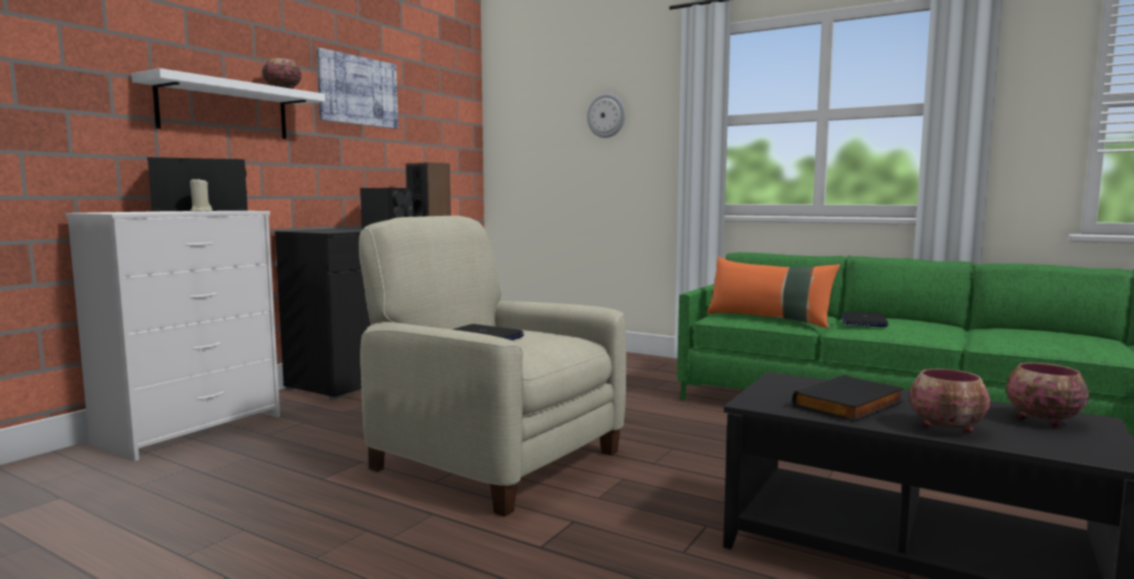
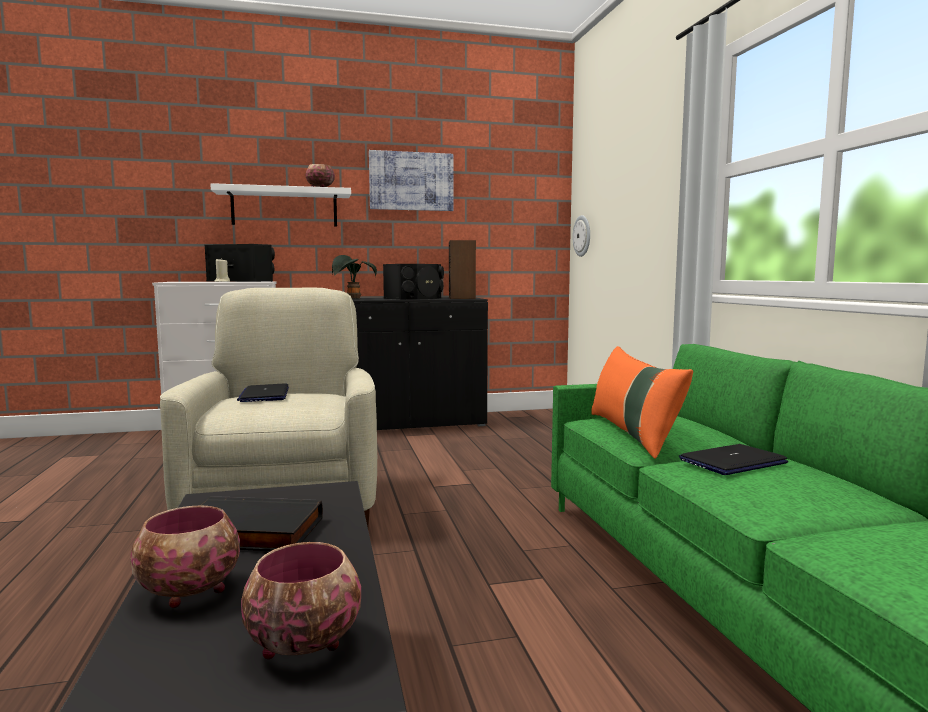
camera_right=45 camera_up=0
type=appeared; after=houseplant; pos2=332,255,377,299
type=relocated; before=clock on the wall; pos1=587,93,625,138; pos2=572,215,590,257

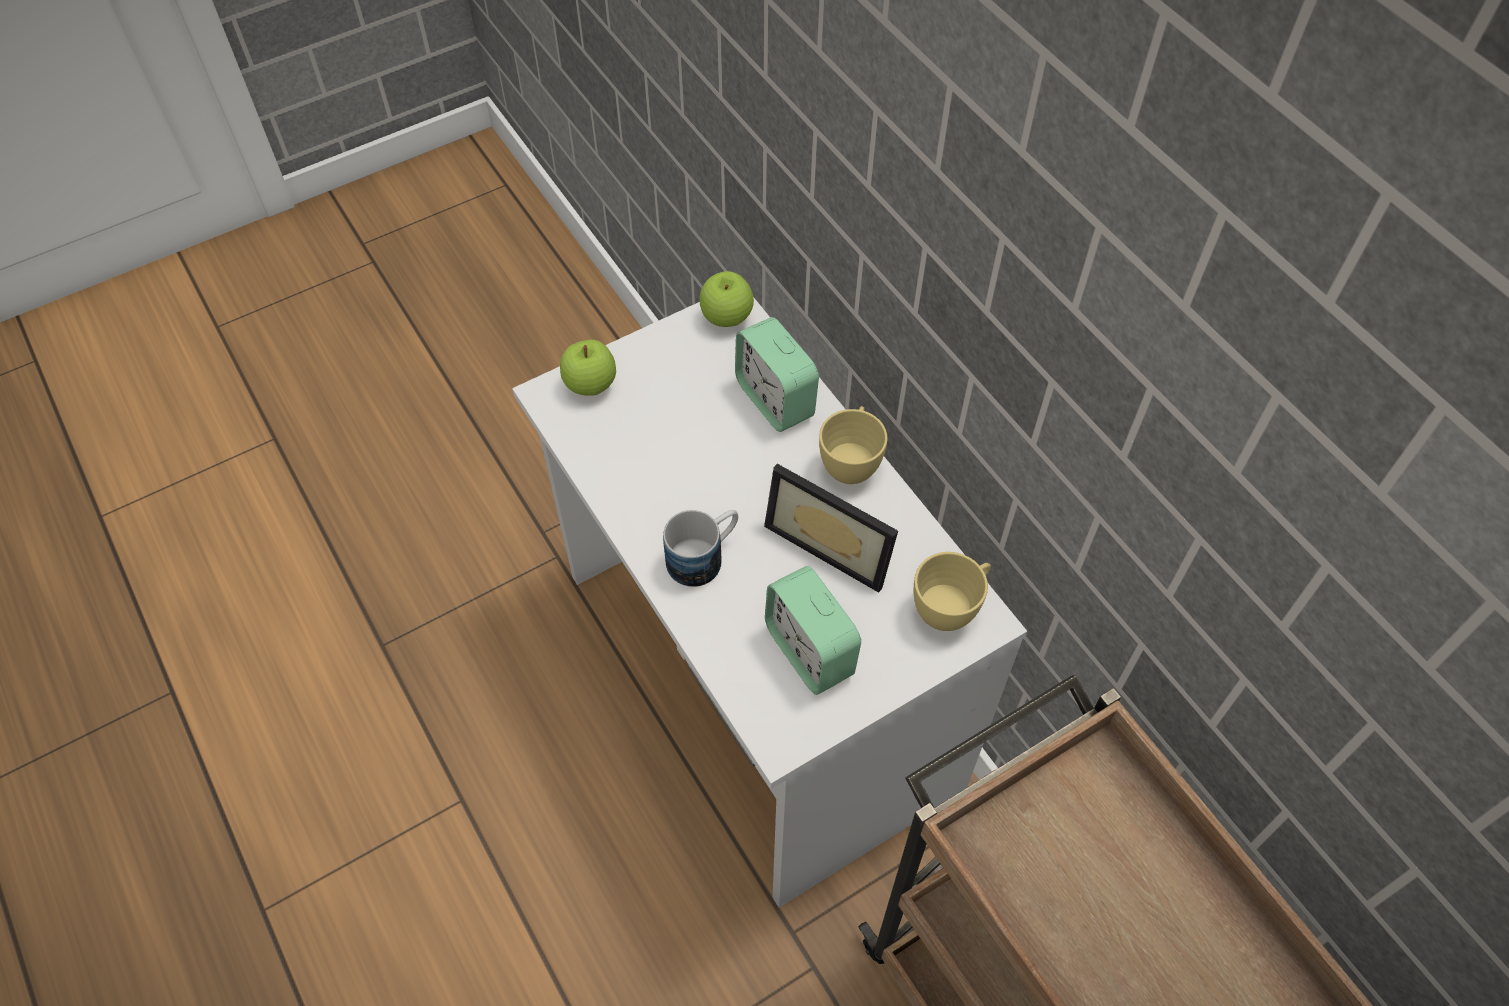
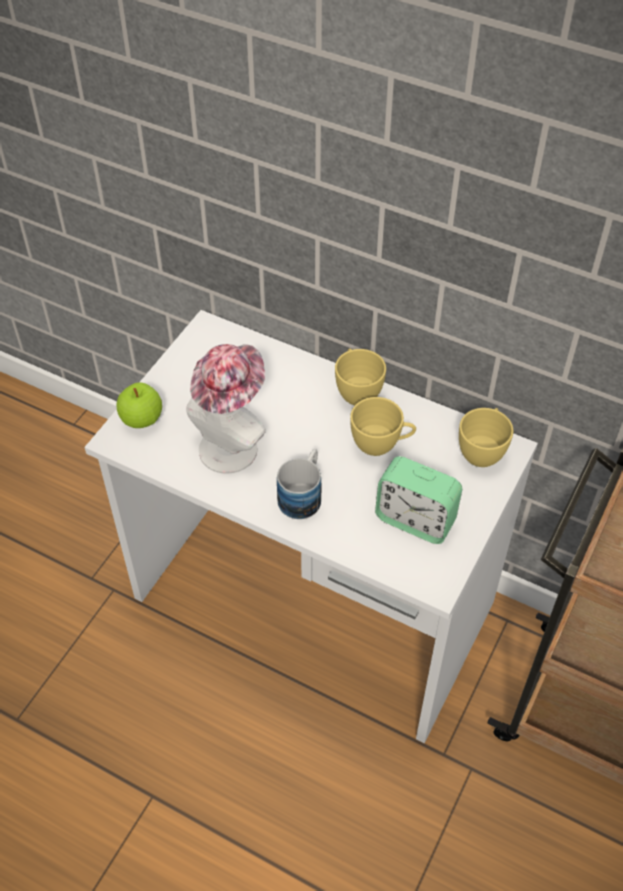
camera_right=-30 camera_up=-5
type=appeared; after=clothing hat; pos2=186,344,266,474
type=exchanged; before=picture frame; after=yellow-coloured small cup; pos1=764,464,898,592; pos2=350,397,416,456
type=missing; before=apple; pos1=699,271,754,327
type=missing; before=table clock; pos1=735,317,819,432

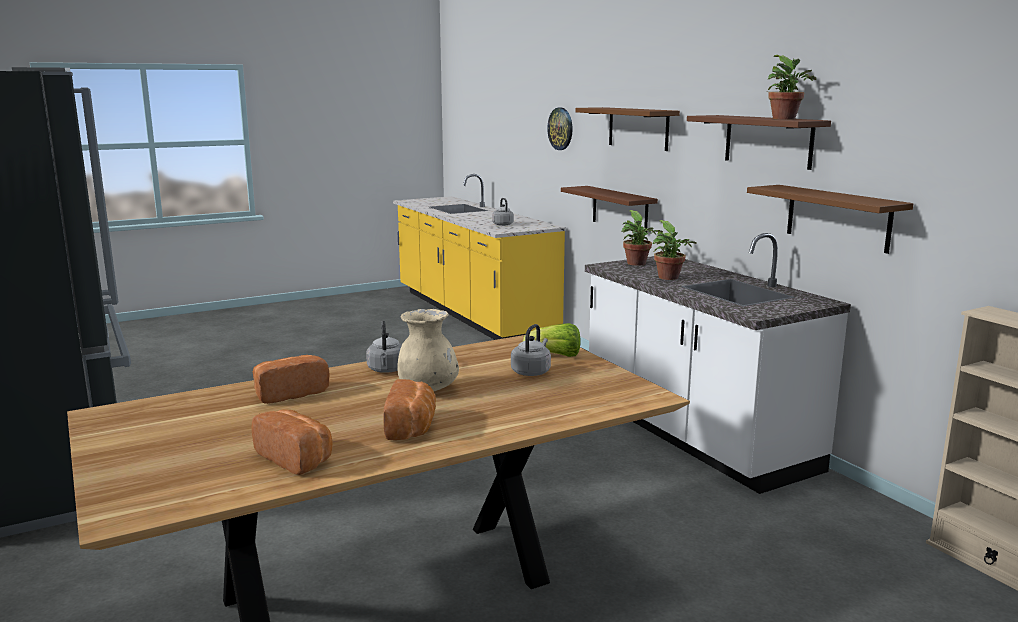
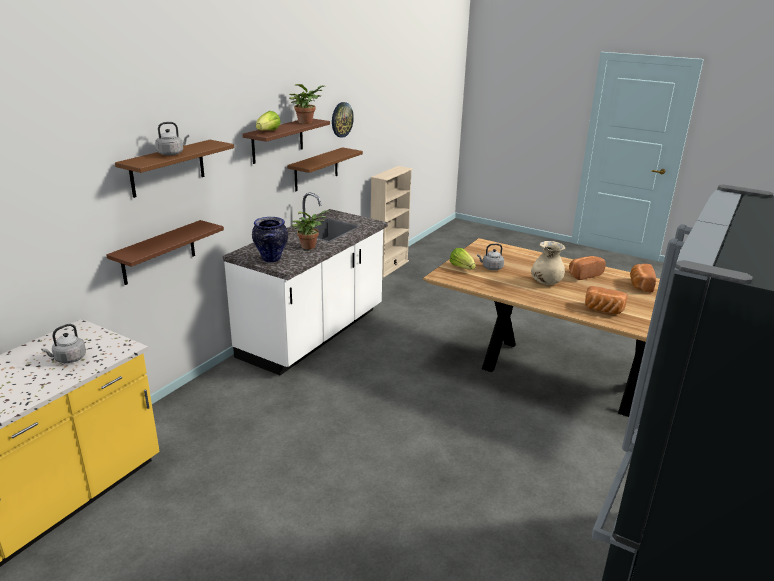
camera_right=-120 camera_up=10
type=relocated; before=grey tea kettle; pos1=366,321,402,373; pos2=155,122,189,156
type=exchanged; before=houseplant; after=vase; pos1=621,210,663,266; pos2=252,217,288,263
type=appeared; after=lettuce; pos2=256,111,281,131
type=relocated; before=clock on the wall; pos1=547,108,573,150; pos2=332,102,354,138

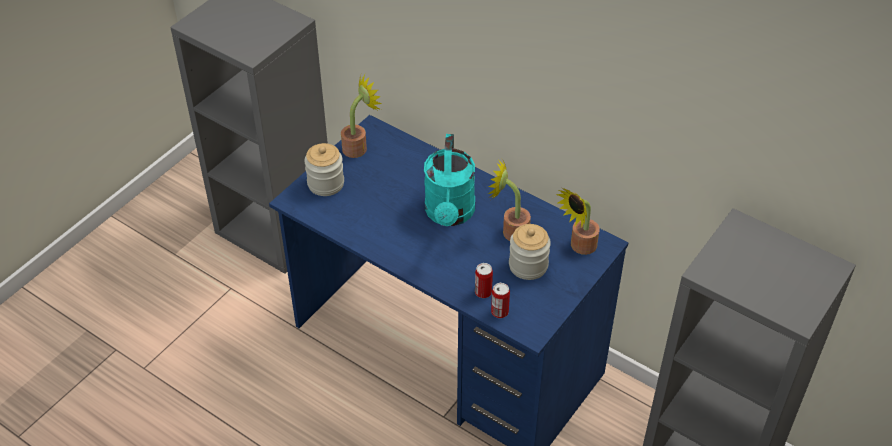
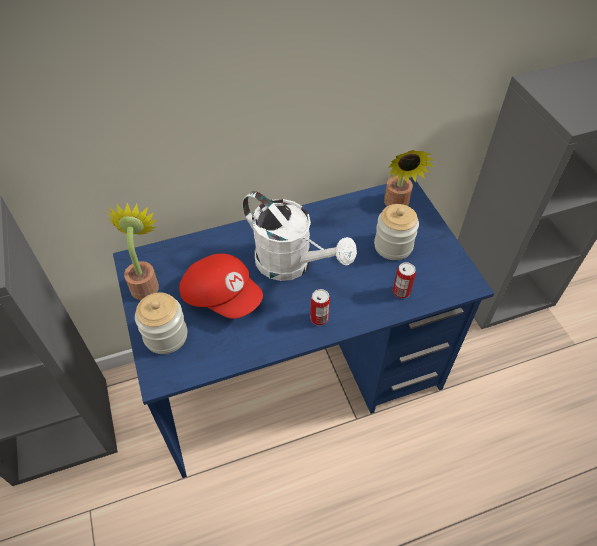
camera_right=-55 camera_up=5
type=appeared; after=reddish cap; pos2=179,253,263,319
type=colour; before=turquoise-coloured watering can; after=whitish watering can; pos1=424,134,475,226; pos2=242,191,357,281
type=relocated; before=can; pos1=491,283,510,318; pos2=310,289,330,326
type=missing; before=houseplant; pos1=488,159,531,241

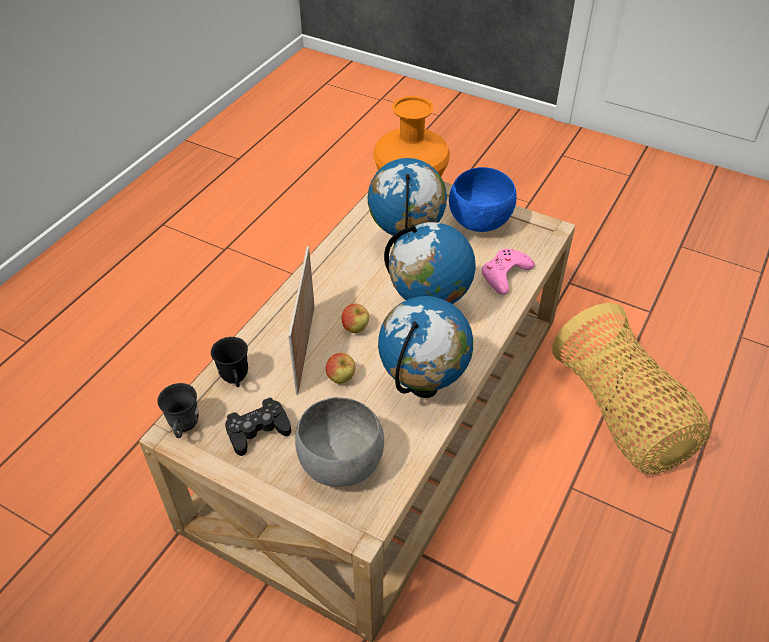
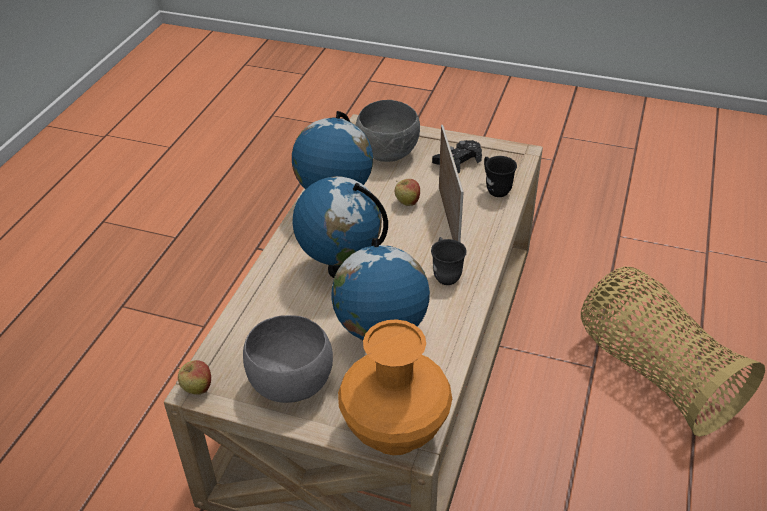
camera_right=170 camera_up=-5
type=relocated; before=apple; pos1=341,303,369,333; pos2=177,360,211,395
type=colour; before=blue-coloured serving bowl; after=grey serving bowl; pos1=449,167,517,232; pos2=243,315,333,403
type=relocated; before=grey tea mug; pos1=157,383,199,438; pos2=431,237,467,285
type=relocated; before=basket; pos1=552,303,711,474; pos2=581,267,765,437
type=missing; before=pink joypad; pos1=481,249,535,295

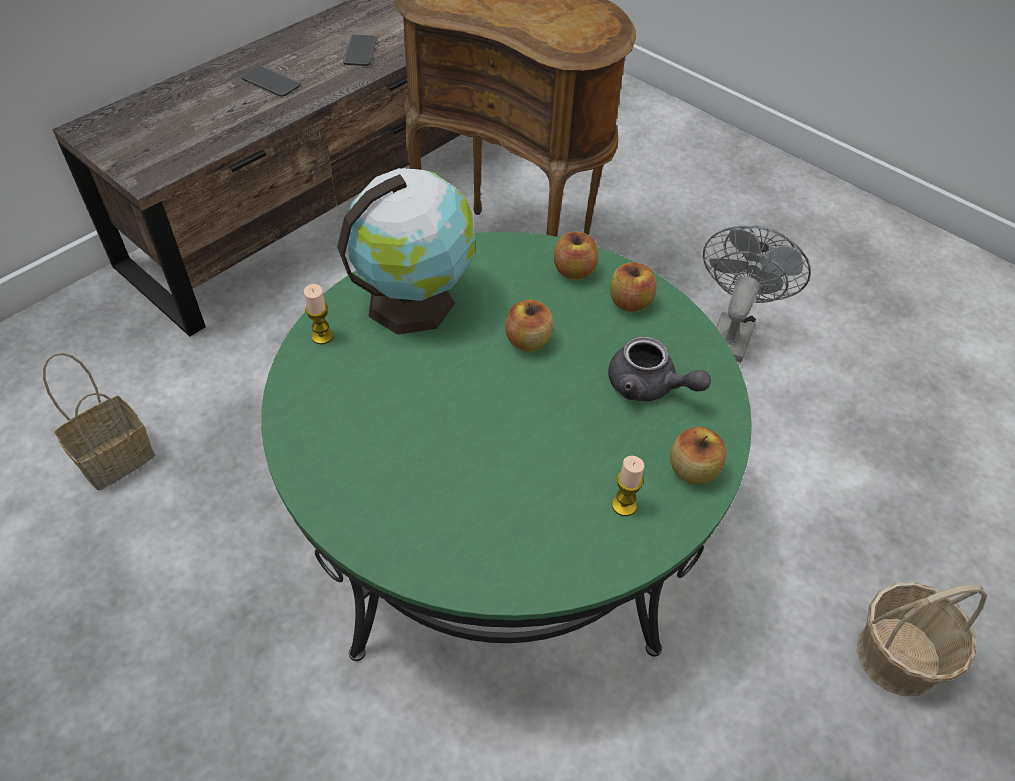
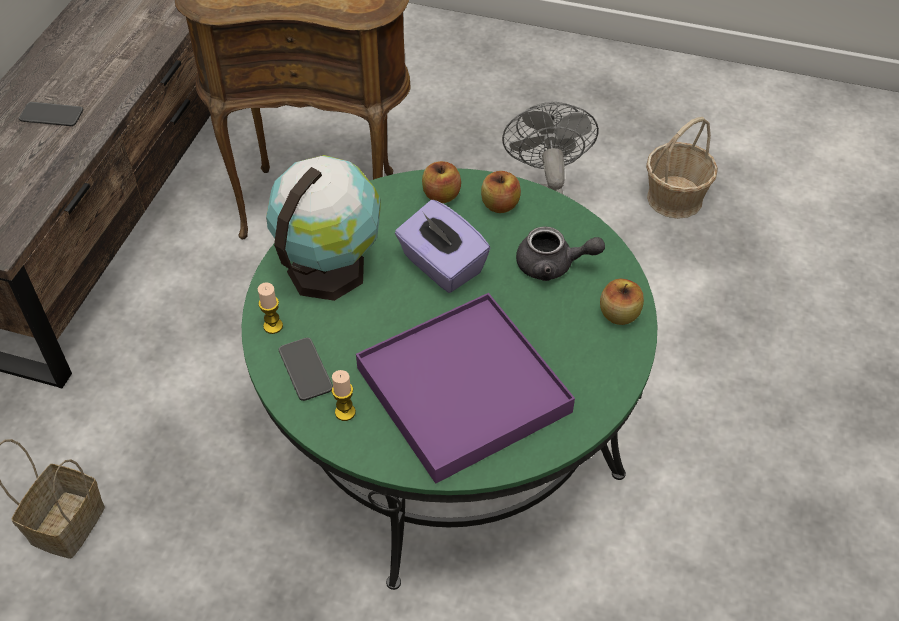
camera_right=-25 camera_up=0
type=relocated; before=handset; pos1=343,34,377,66; pos2=279,338,333,401
type=relocated; before=wax light; pos1=612,456,644,516; pos2=332,370,356,421
type=appeared; after=purplish serving tray; pos2=356,293,575,484
type=exchanged; before=apple; after=purplish tissue box; pos1=505,299,554,352; pos2=395,200,490,293
type=relocated; before=basket; pos1=857,582,987,696; pos2=646,117,718,219

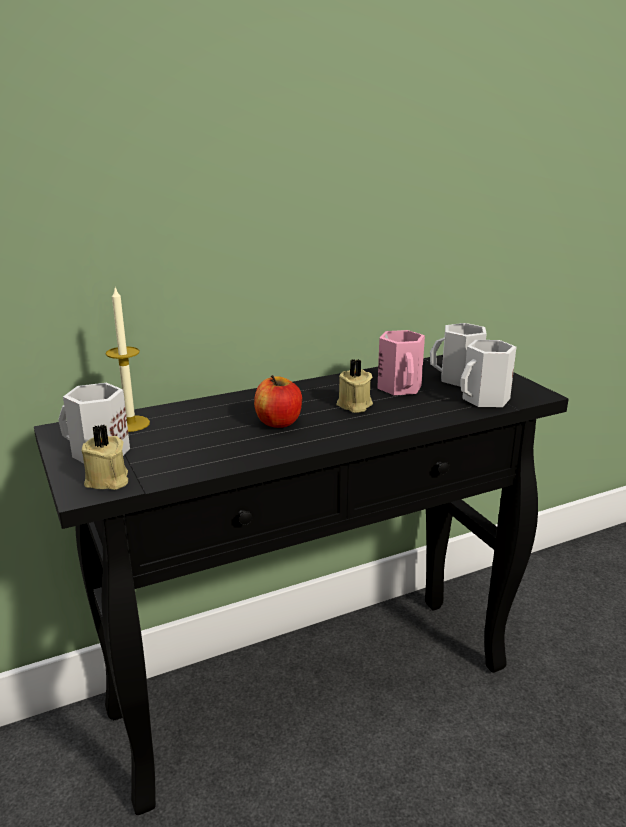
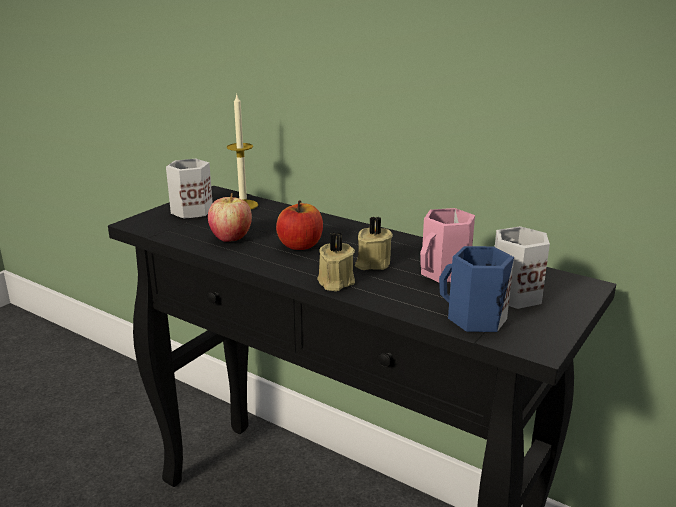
camera_right=60 camera_up=0
type=appeared; after=apple; pos2=208,193,252,242
type=relocated; before=sand-coloured wax light; pos1=82,424,128,490; pos2=317,232,355,291
type=colour; before=whitish tea mug; after=blue-coloured tea mug; pos1=461,340,516,407; pos2=439,246,514,332

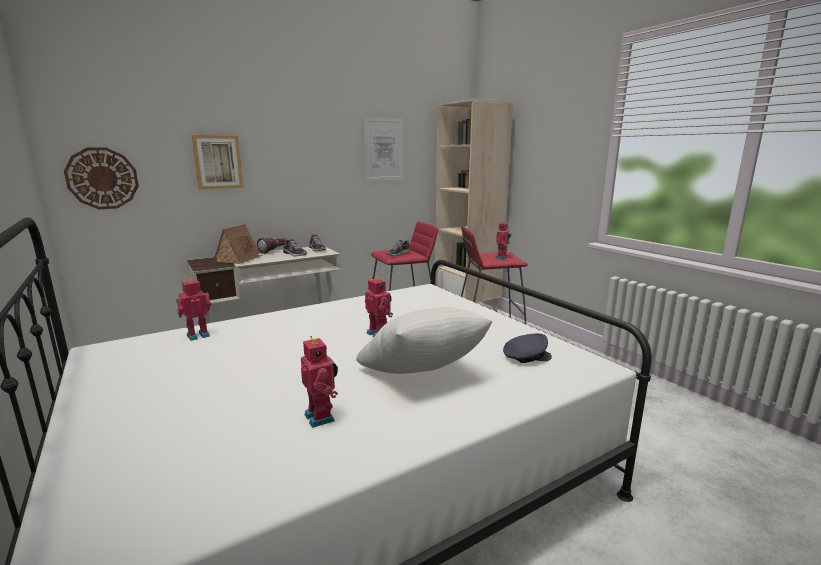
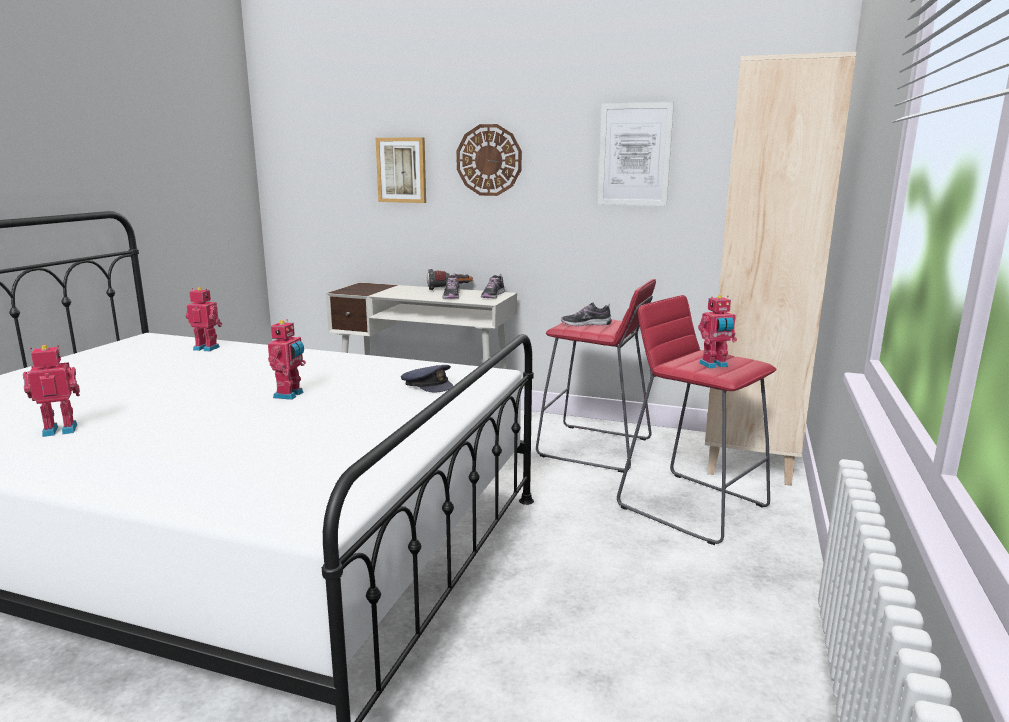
camera_right=50 camera_up=0
type=spun; before=model robot; pos1=301,336,338,428; pos2=23,345,80,437; turn=-135
type=relocated; before=grey cap; pos1=503,333,552,363; pos2=401,365,453,393
type=relocated; before=clock on the wall; pos1=64,148,139,209; pos2=456,124,522,196
type=missing; before=miniature house; pos1=214,224,262,264
type=missing; before=whitish pillow; pos1=356,307,492,374

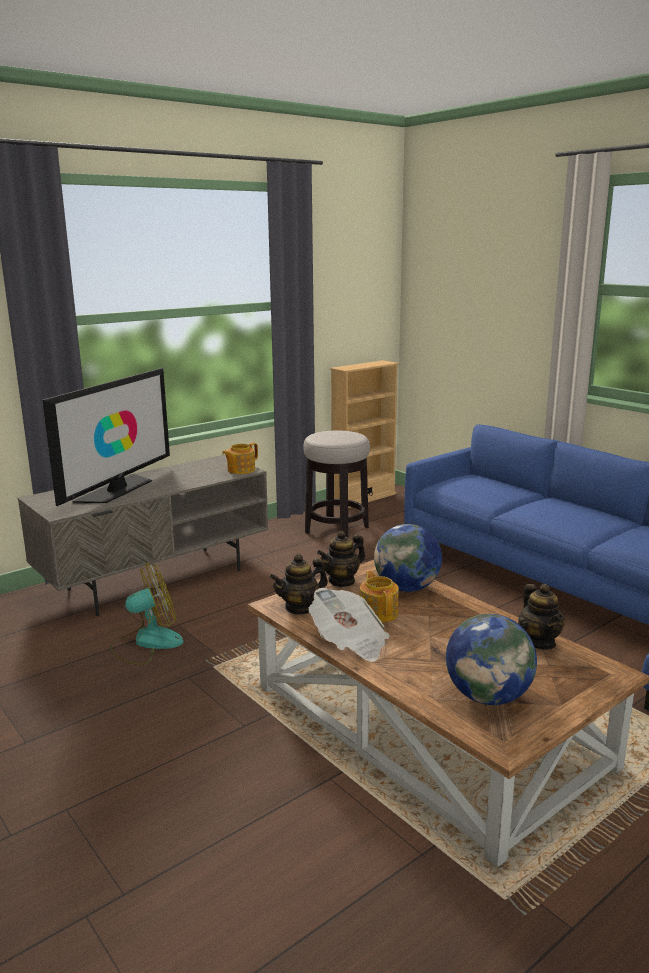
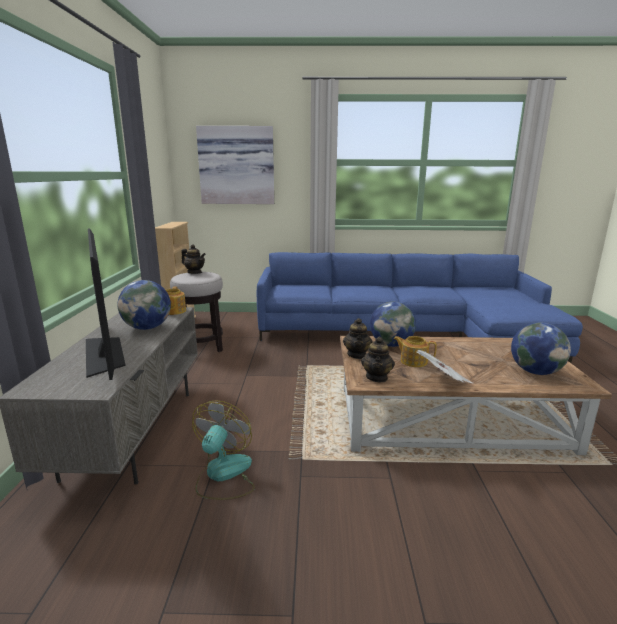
camera_right=-50 camera_up=0
type=appeared; after=world globe; pos2=117,280,171,330
type=relocated; before=pot for tea; pos1=518,584,565,650; pos2=181,245,206,274
type=appeared; after=wall picture; pos2=196,126,274,204

